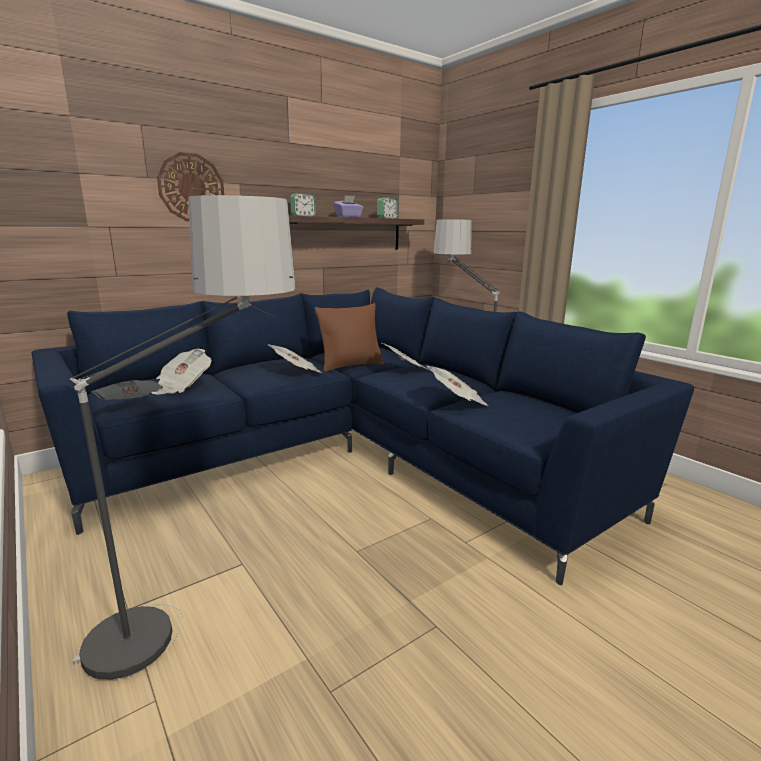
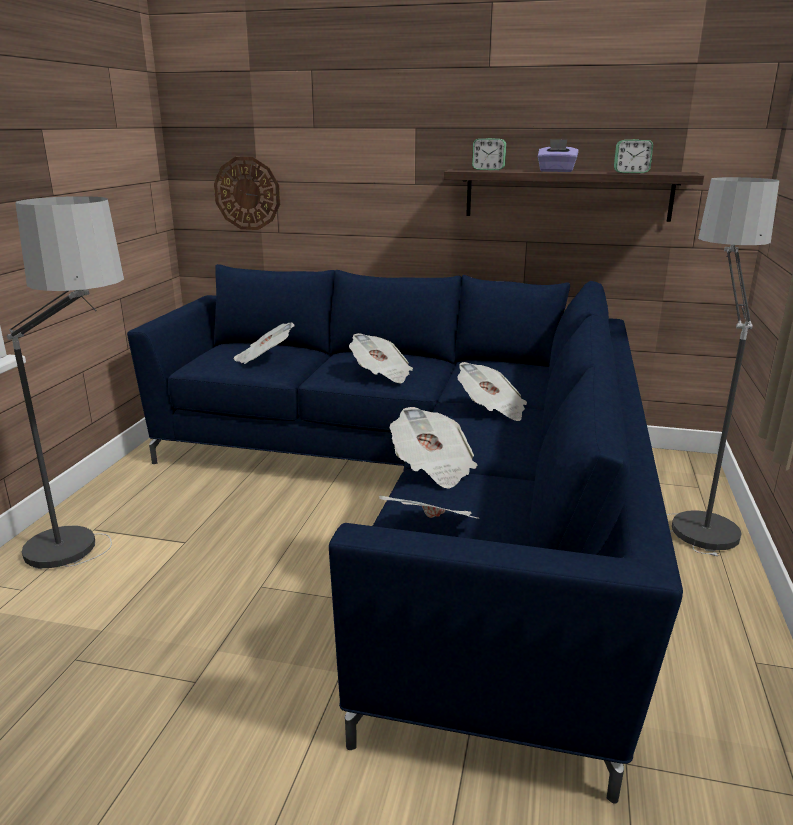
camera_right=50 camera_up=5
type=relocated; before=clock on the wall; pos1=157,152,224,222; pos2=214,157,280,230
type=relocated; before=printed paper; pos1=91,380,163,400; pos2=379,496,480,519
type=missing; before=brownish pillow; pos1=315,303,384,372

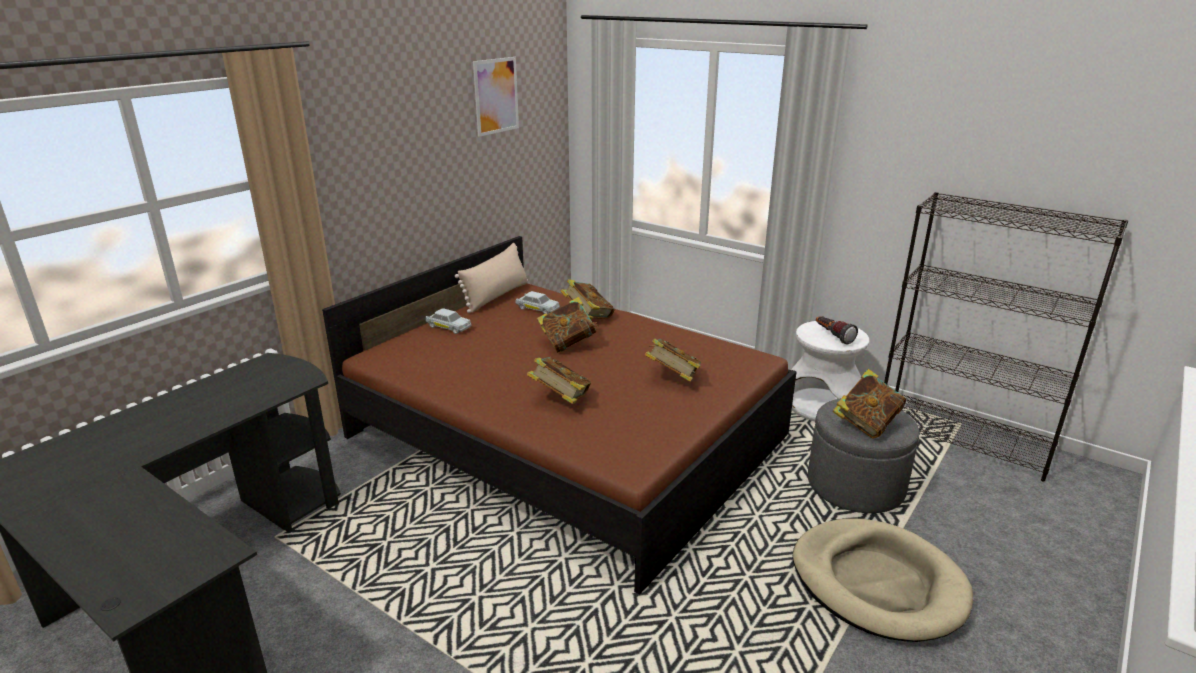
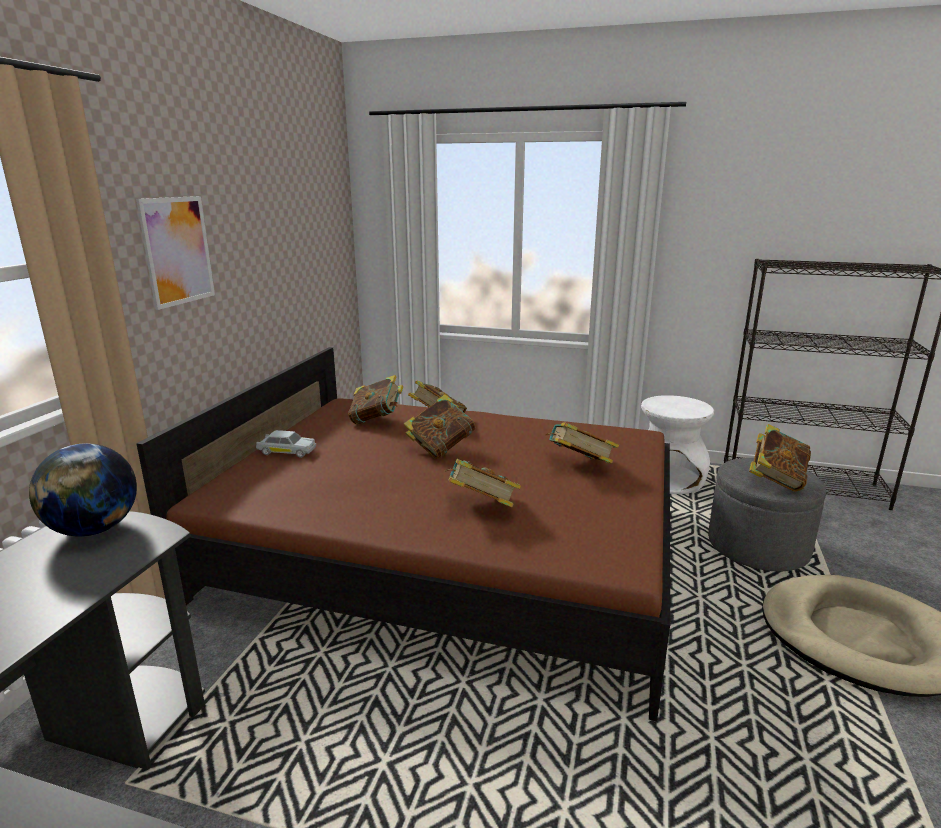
camera_right=-20 camera_up=-5
type=appeared; after=world globe; pos2=29,443,137,537
type=relocated; before=wall picture; pos1=473,57,519,137; pos2=136,196,215,310
type=exchanged; before=whitish toy car; after=bound book; pos1=515,291,560,314; pos2=348,375,404,424
type=missing; before=sand-coloured pillow; pos1=455,243,528,313
type=missing; before=torch; pos1=816,316,858,345

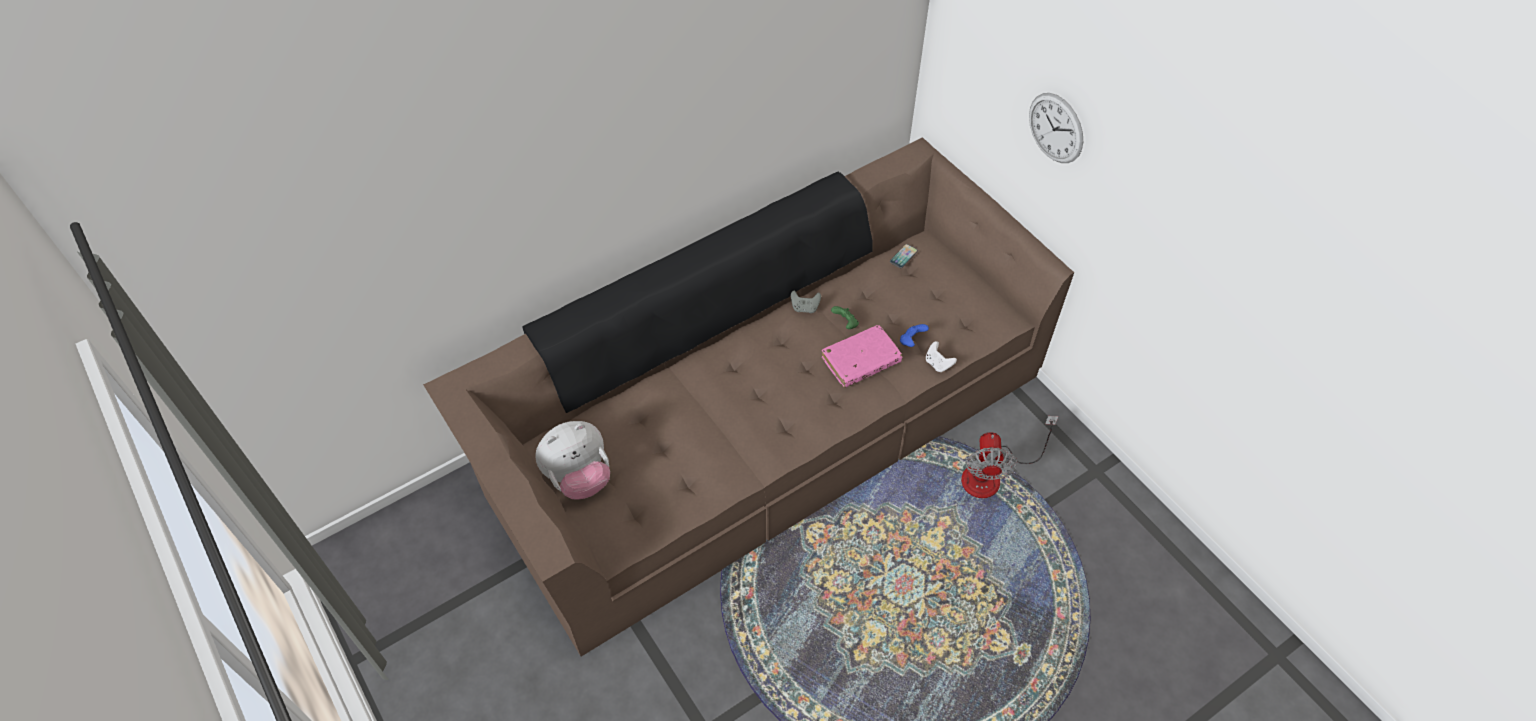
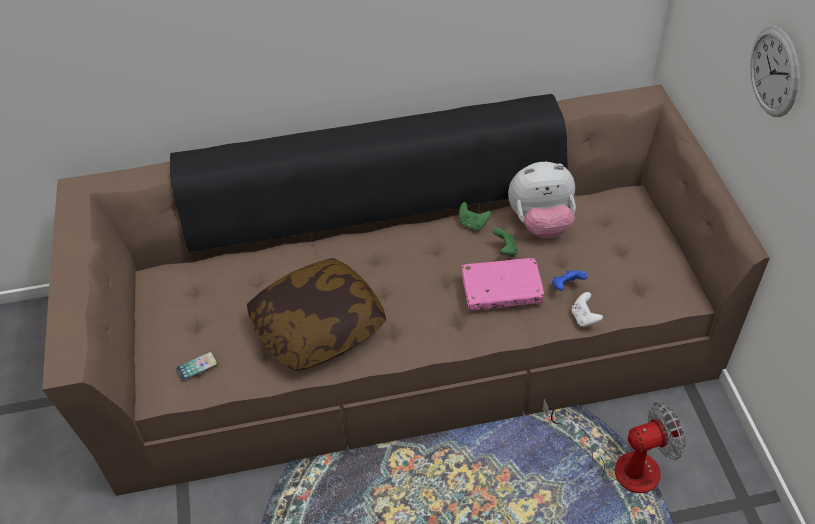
camera_right=25 camera_up=-5
type=relocated; before=handset; pos1=890,244,918,268; pos2=176,352,218,381
type=appeared; after=pillow; pos2=247,258,386,371
type=colour; before=grey joypad; after=greenish joypad; pos1=791,291,821,313; pos2=459,202,491,230
type=relocated; before=soft toy; pos1=536,421,610,500; pos2=508,162,576,239
type=spun; before=fan; pos1=961,416,1058,498; pos2=542,400,686,493; turn=-135

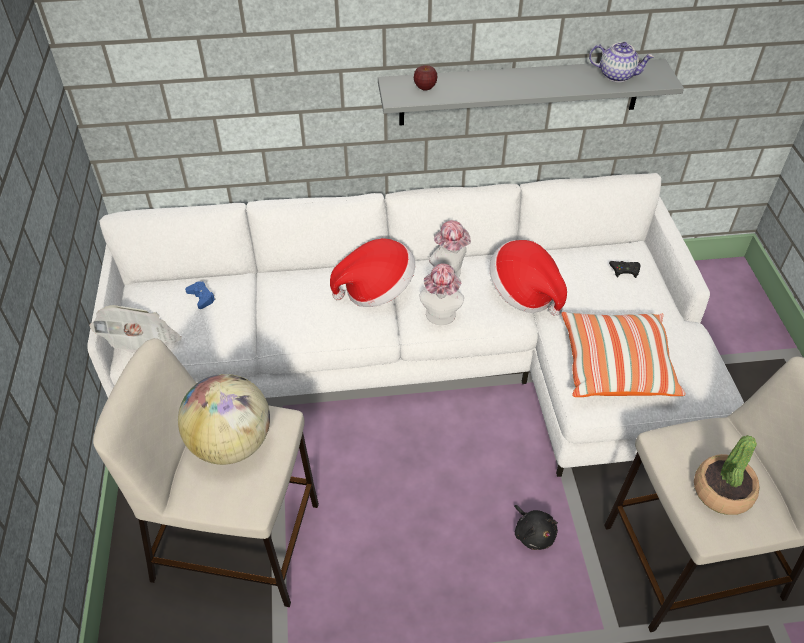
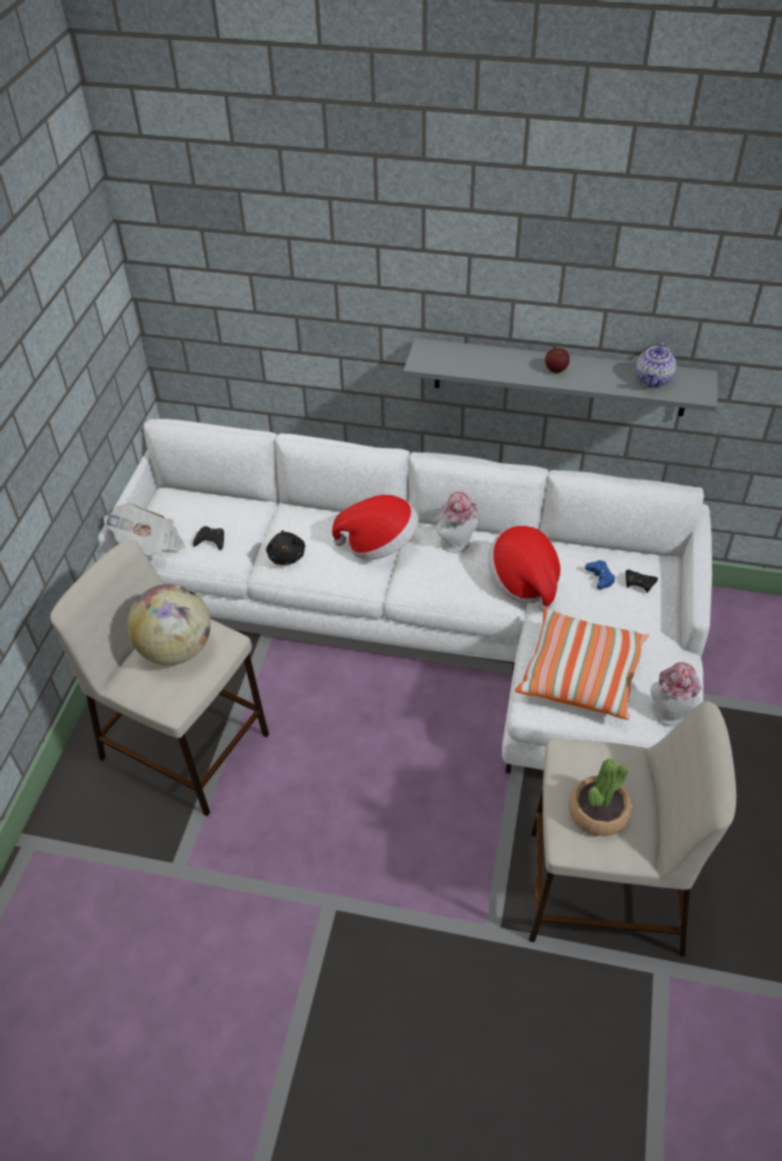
camera_right=20 camera_up=0
type=appeared; after=blackish joypad; pos2=193,526,224,550
type=relocated; before=blackish soft toy; pos1=514,505,558,550; pos2=266,530,305,565
type=relocated; before=apple; pos1=414,65,437,90; pos2=545,348,570,373
type=relocated; before=blue-coloured joypad; pos1=185,281,216,309; pos2=585,560,615,589
type=spun; before=pot for tea; pos1=589,42,654,82; pos2=636,340,676,387; turn=75
type=relocated; before=clothing hat; pos1=420,263,464,325; pos2=651,662,702,726

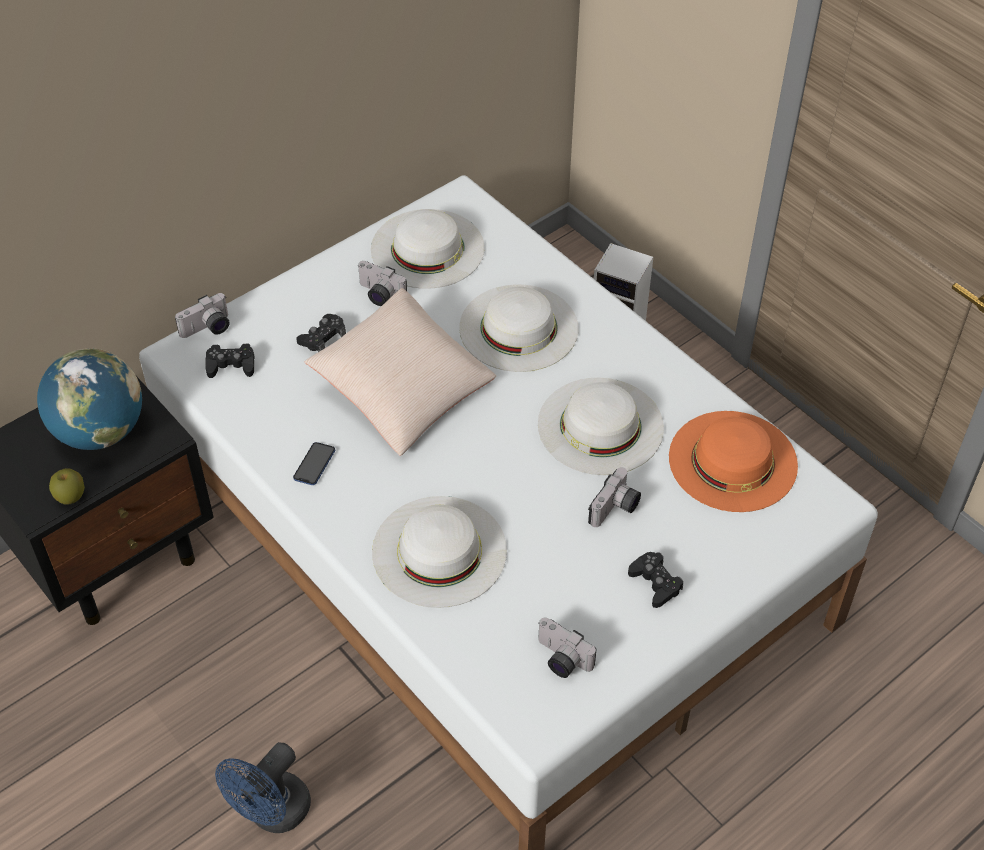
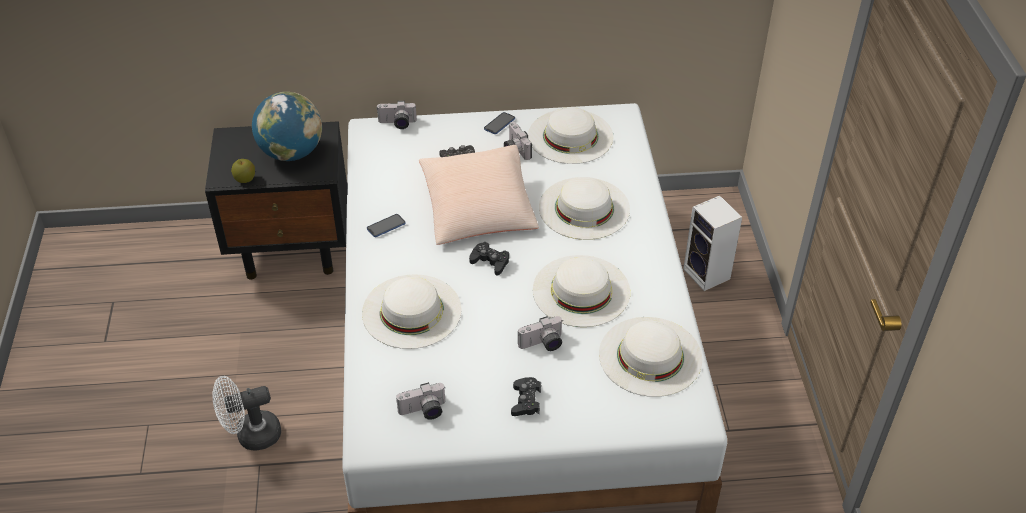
camera_right=35 camera_up=-5
type=colour; before=blue-coloured fan; after=whitish fan; pos1=215,742,311,833; pos2=212,376,281,451
type=spun; before=still camera; pos1=538,617,596,678; pos2=396,382,446,420; turn=-90
type=relocated; before=blackish joypad; pos1=205,344,255,378; pos2=469,242,509,276
type=appeared; after=handset; pos2=484,112,515,134
type=colour; before=orangey clothing hat; after=whitish clothing hat; pos1=669,411,798,512; pos2=599,317,702,397

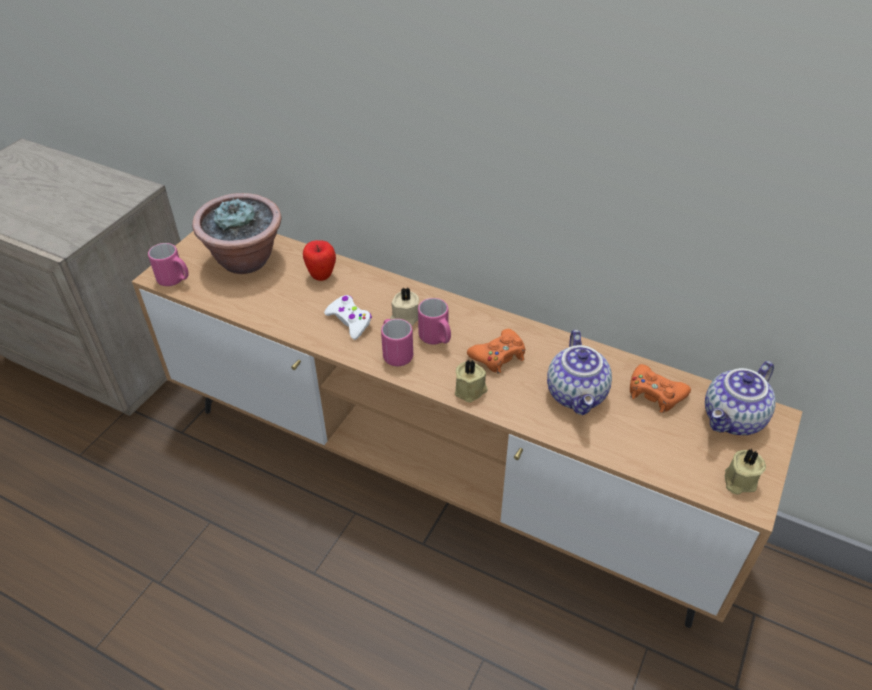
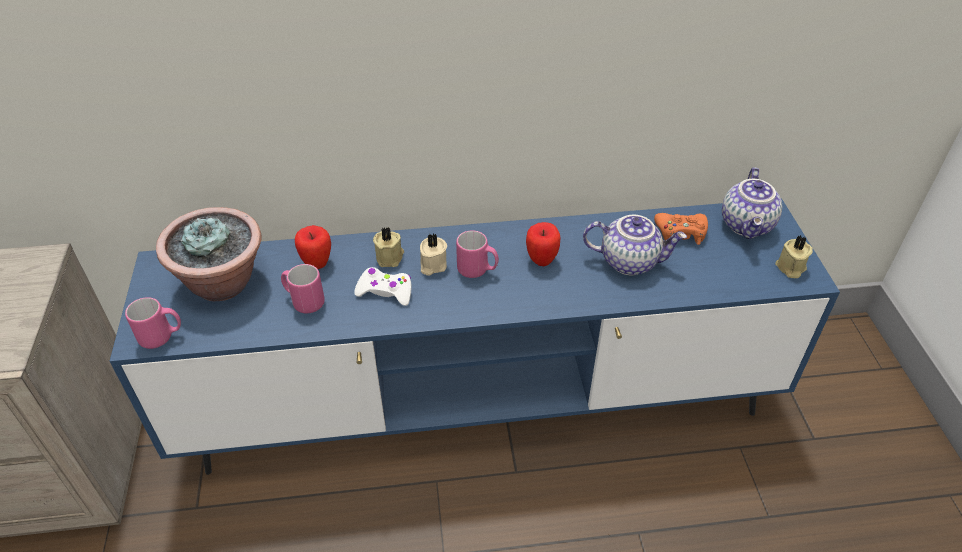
camera_right=-35 camera_up=0
type=colour; before=brownish tv stand; after=blue-coloured tv stand; pos1=132,231,803,628; pos2=110,198,840,475
type=relocated; before=pink tea mug; pos1=381,319,413,366; pos2=281,264,325,313
type=relocated; before=sand-coloured wax light; pos1=455,359,487,403; pos2=373,227,404,267
type=exchanged; before=orangey joypad; after=apple; pos1=467,329,525,374; pos2=526,222,561,266
type=spun; before=pot for tea; pos1=547,330,612,415; pos2=583,215,687,275; turn=-45

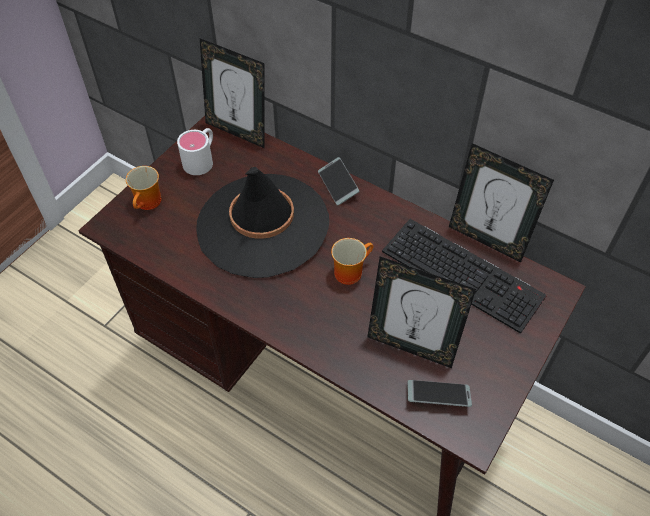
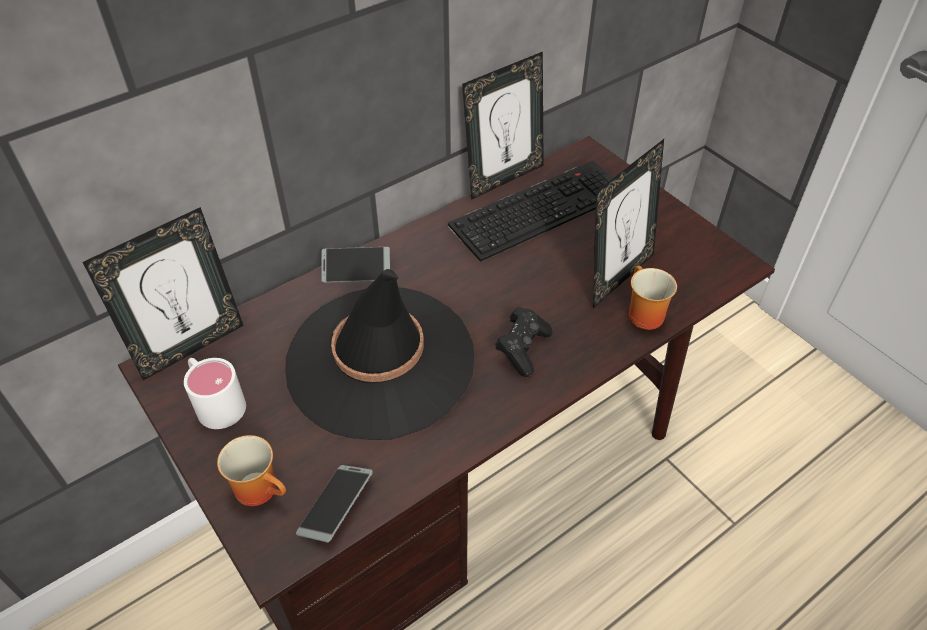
camera_right=-70 camera_up=-5
type=relocated; before=handset; pos1=407,380,472,407; pos2=296,465,373,543
type=appeared; after=blackish joypad; pos2=495,307,552,377
type=relocated; before=tea mug; pos1=331,238,373,285; pos2=629,266,677,330

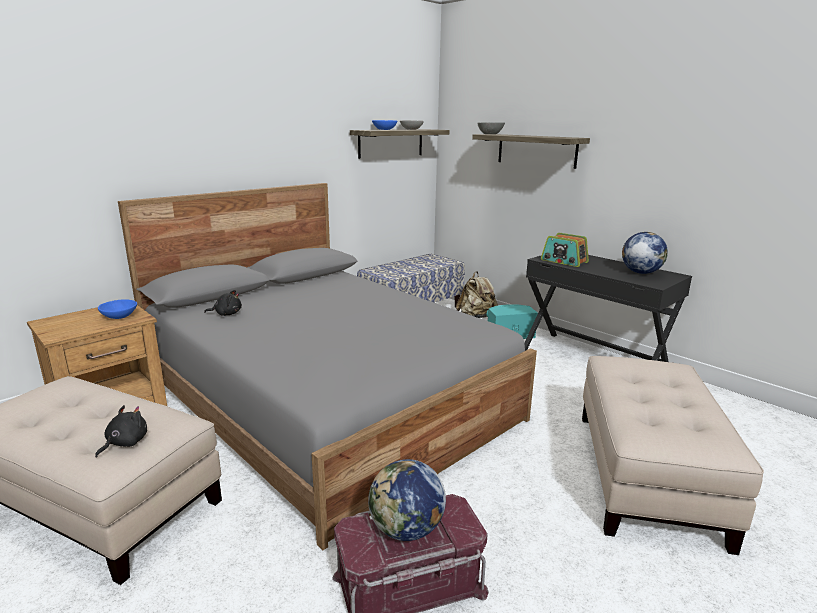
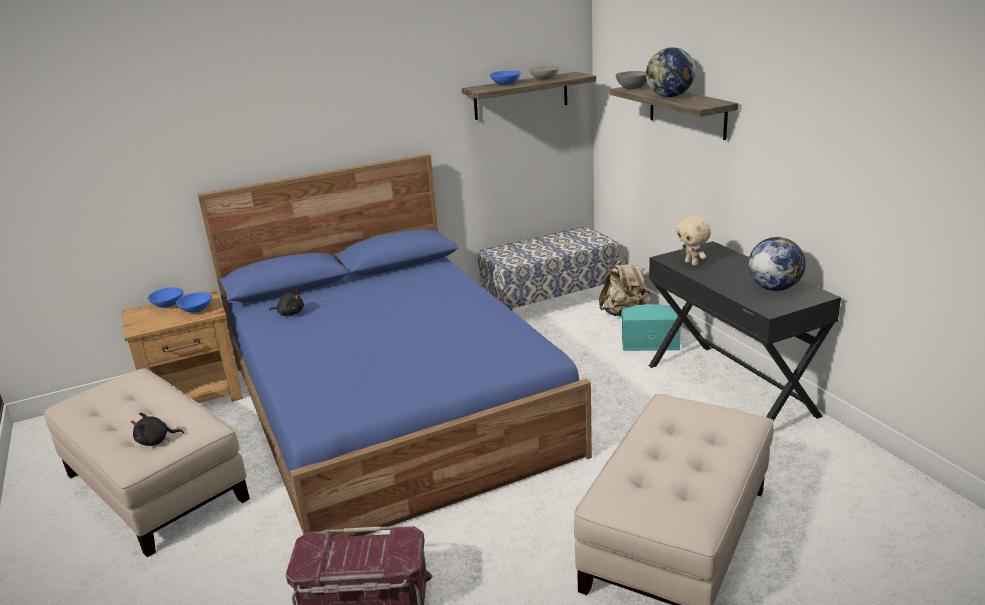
camera_right=20 camera_up=5
type=spun; before=blackish soft toy; pos1=95,405,147,458; pos2=131,413,184,446; turn=-150
type=appeared; after=blue-coloured serving bowl; pos2=148,288,183,308
type=colour; before=grey bed; after=blue-coloured bed; pos1=118,183,537,550; pos2=198,154,592,537
type=relocated; before=world globe; pos1=368,459,446,541; pos2=646,47,695,97
type=exchanged; before=radio receiver; after=sand-coloured soft toy; pos1=541,233,589,267; pos2=676,216,711,266

